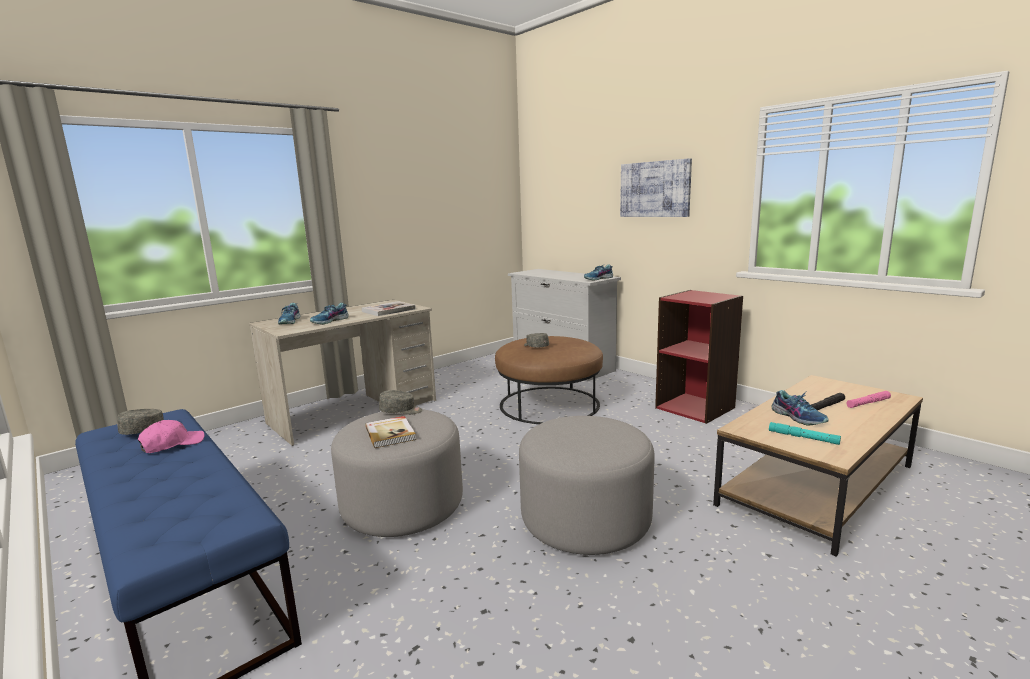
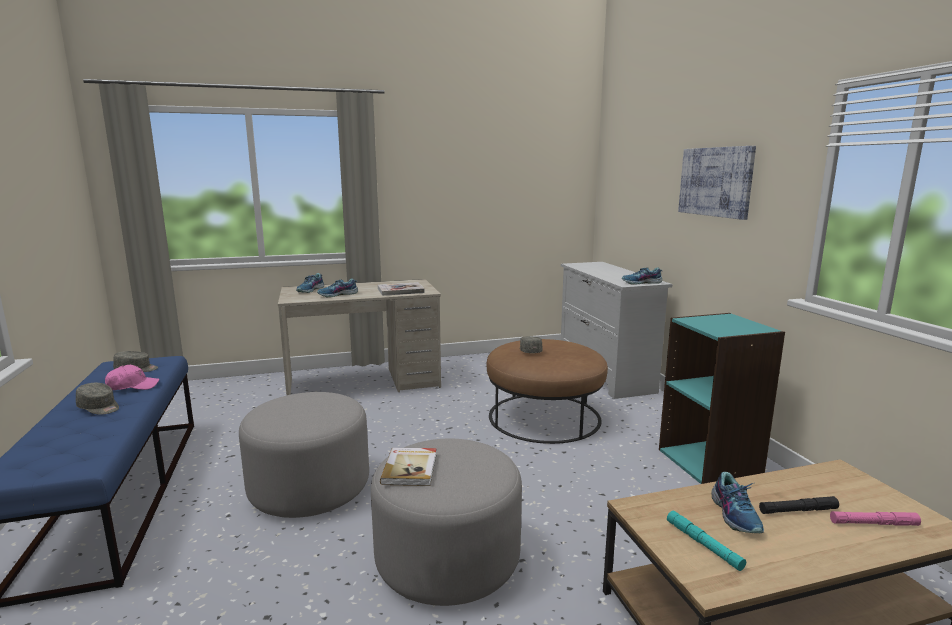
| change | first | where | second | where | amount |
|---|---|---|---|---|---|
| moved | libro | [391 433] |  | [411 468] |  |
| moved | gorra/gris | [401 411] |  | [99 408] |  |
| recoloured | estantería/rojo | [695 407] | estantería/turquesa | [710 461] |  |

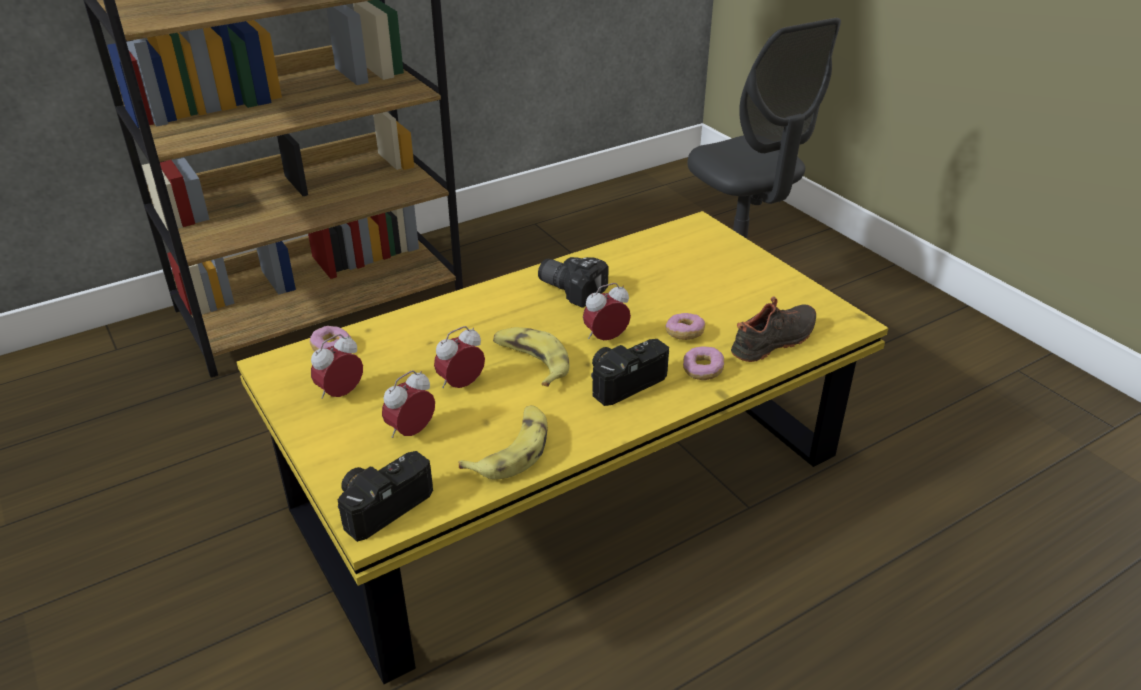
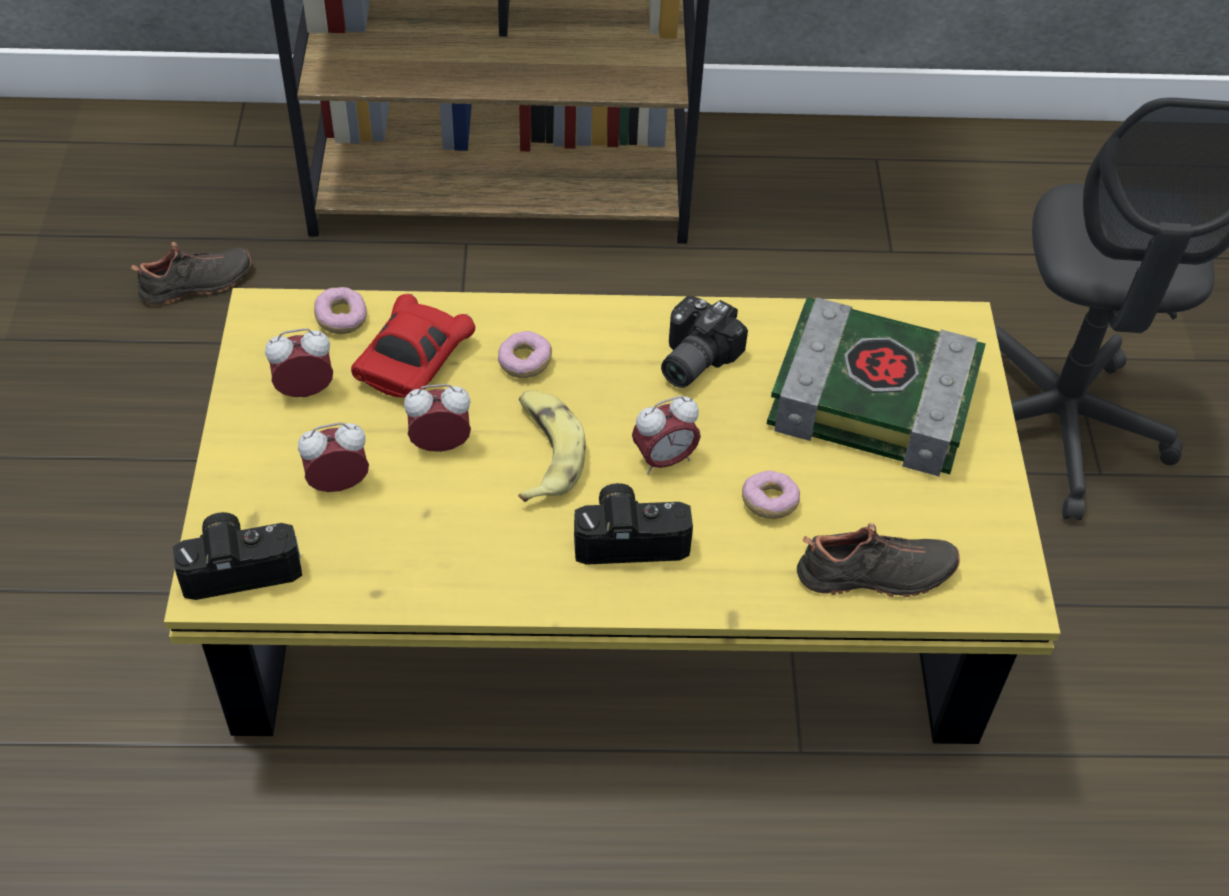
| change | first | where | second | where | amount |
|---|---|---|---|---|---|
| removed | plátano | [512 450] |  |  |  |
| added |  |  | zapato/negro | [197 285] |  |
| added |  |  | coche de juguete/rojo | [413 363] |  |
| added |  |  | libro | [876 398] |  |
| moved | rosquilla | [702 370] |  | [525 363] |  |
| turned | cámara | [573 288] |  | [691 359] | 120 degrees counterclockwise |
| turned | despertador | [606 338] |  | [664 460] | 150 degrees clockwise |

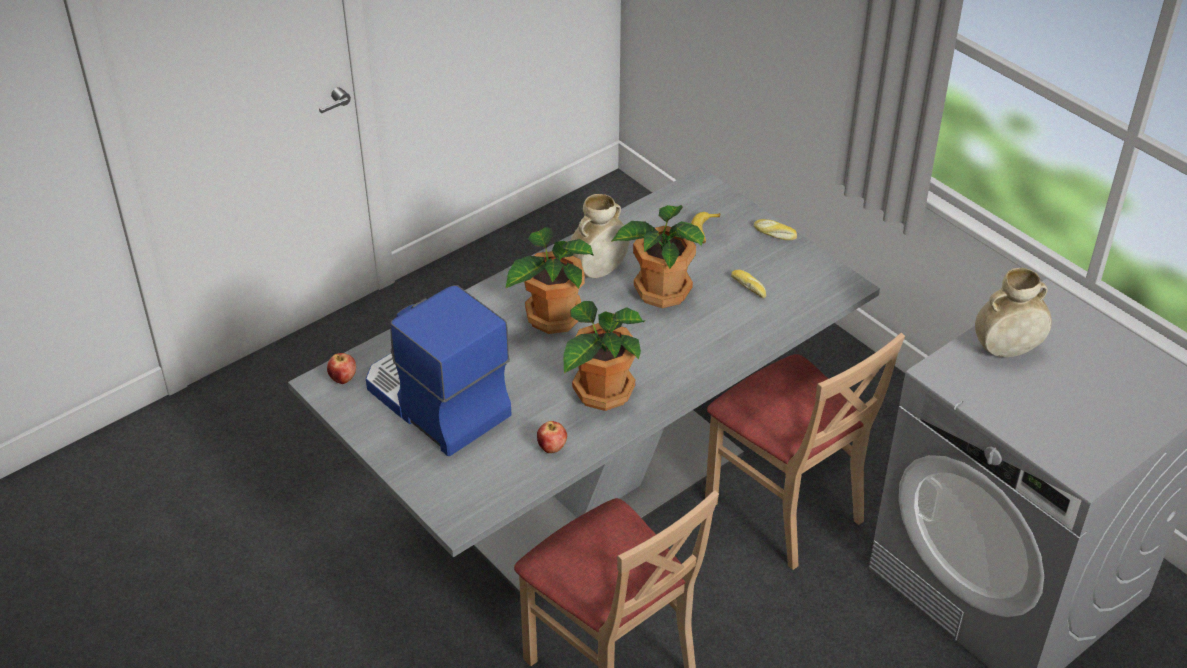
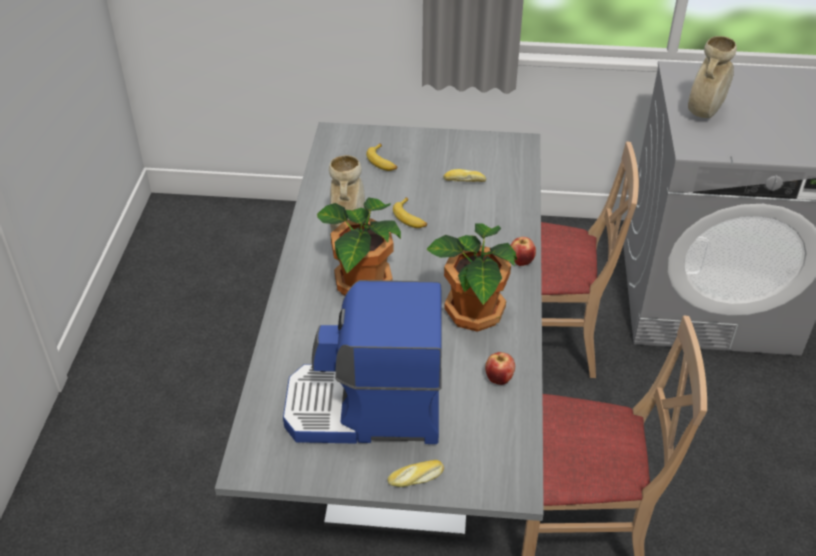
| change | first | where | second | where | amount |
|---|---|---|---|---|---|
| moved | manzana | [343 379] |  | [521 261] |  |
| moved | pan | [774 234] |  | [416 478] |  |
| replaced | planta en maceta | [660 290] | plátano | [411 218] |  |

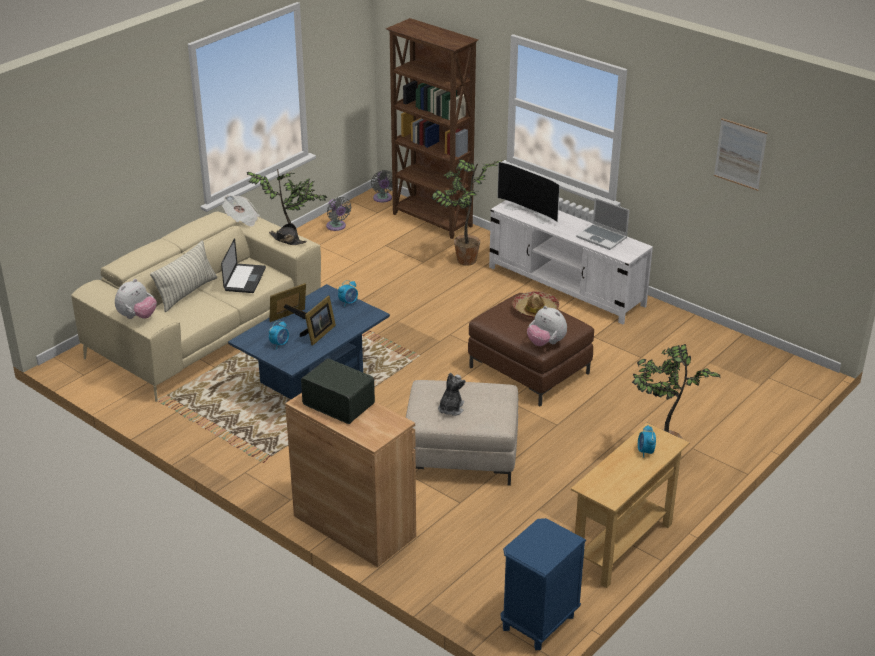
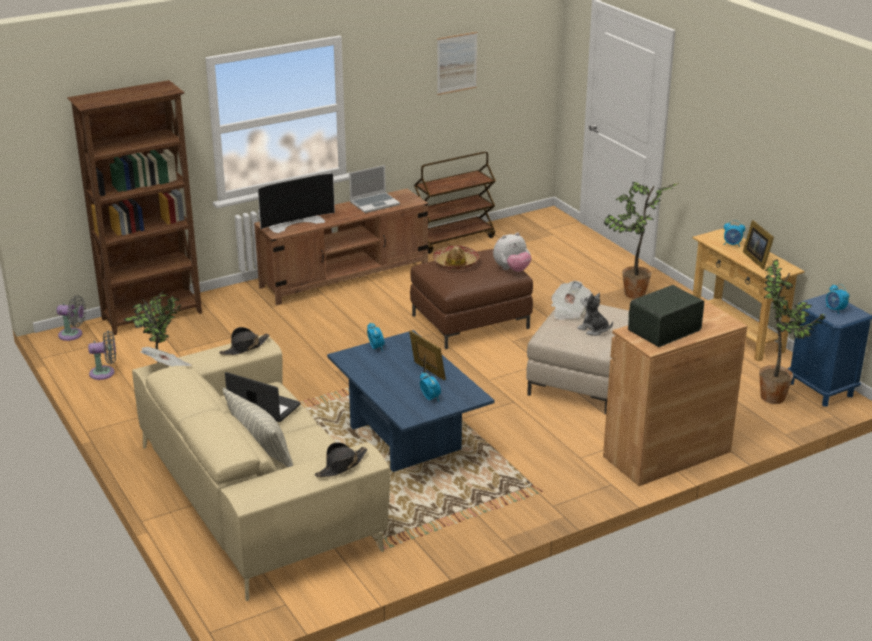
| change | first | where | second | where | amount |
|---|---|---|---|---|---|
| added |  |  | carrito/marrón | [454 239] |  |
| added |  |  | periódico | [569 311] |  |
| added |  |  | despertador | [835 310] |  |
| moved | portarretratos | [291 317] |  | [757 259] |  |
| moved | planta en maceta | [464 261] |  | [775 399] |  |
| replaced | peluche | [137 317] | sombrero/negro | [341 466] |  |
| recoloured | mueble de televisión/blanco | [566 286] | mueble de televisión/marrón | [345 276] |  |

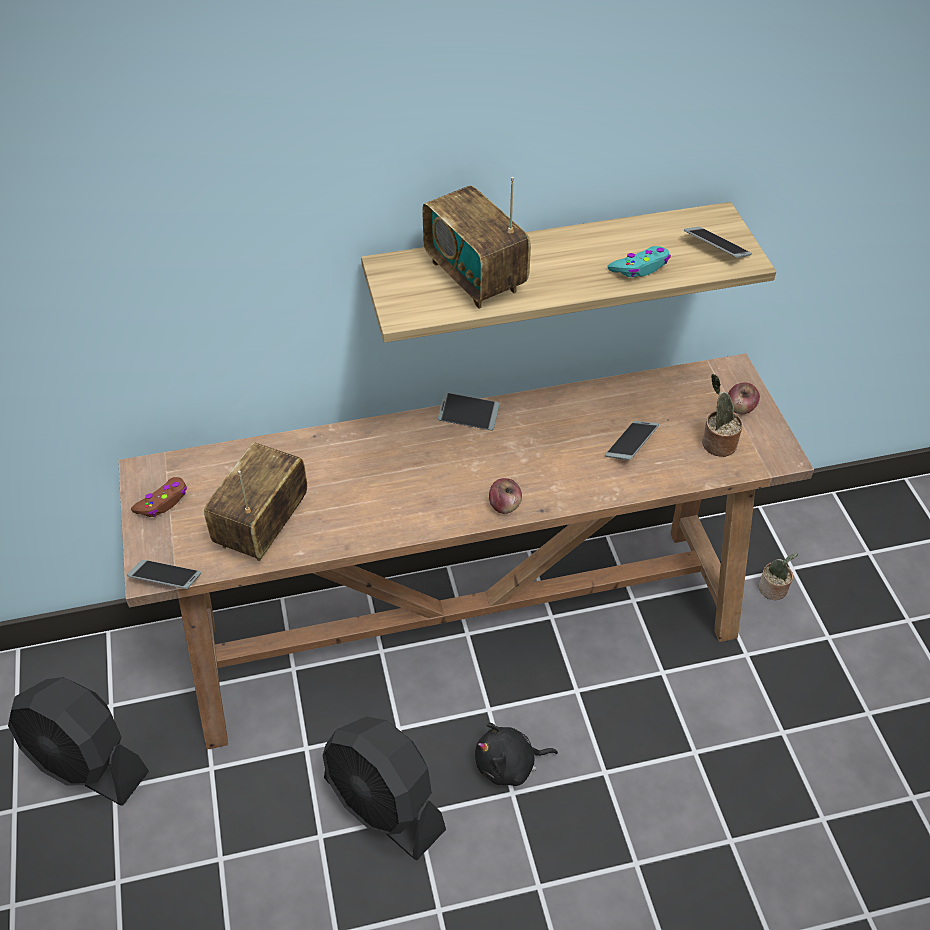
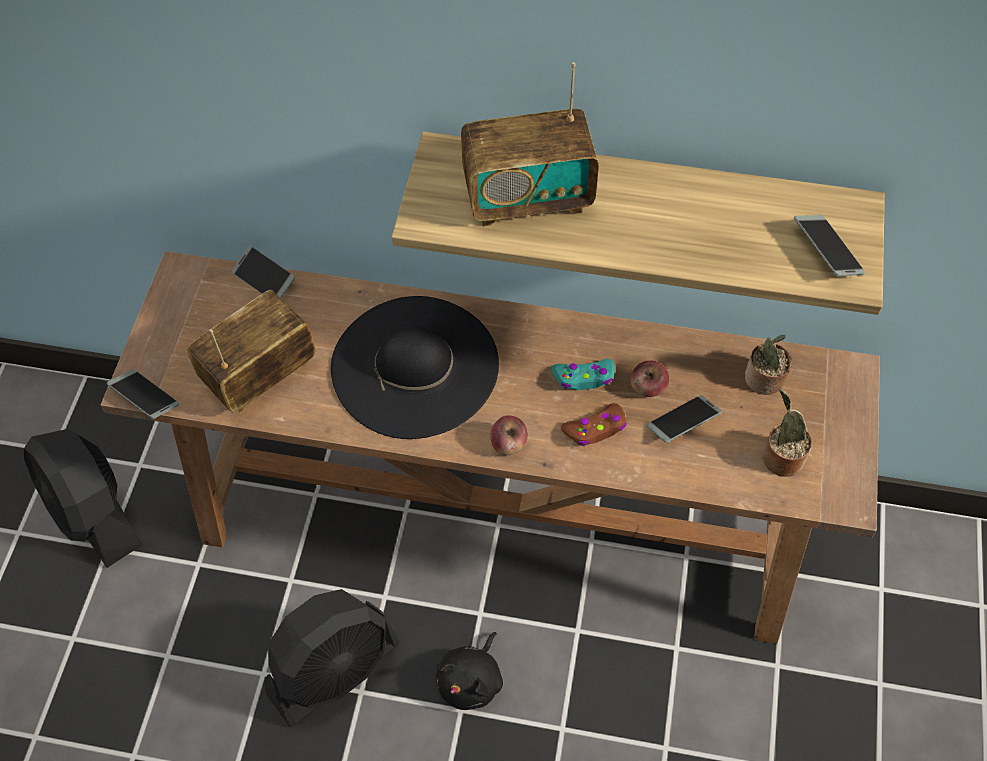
| change | first | where | second | where | amount |
|---|---|---|---|---|---|
| added |  |  | sombrero/negro | [415 366] |  |
| moved | mando de consola/marrón | [163 502] |  | [595 429] |  |
| moved | móvil | [468 416] |  | [264 279] |  |
| moved | mando de consola/turquesa | [640 268] |  | [584 378] |  |
| moved | manzana | [740 408] |  | [647 387] |  |
| moved | planta en maceta | [773 590] |  | [763 380] |  |
| turned | ventilador/negro | [384 805] |  | [334 669] | 105 degrees counterclockwise |
| turned | radio | [475 277] |  | [527 198] | 90 degrees counterclockwise |
| turned | peluche/negro | [509 765] |  | [472 680] | 75 degrees counterclockwise |

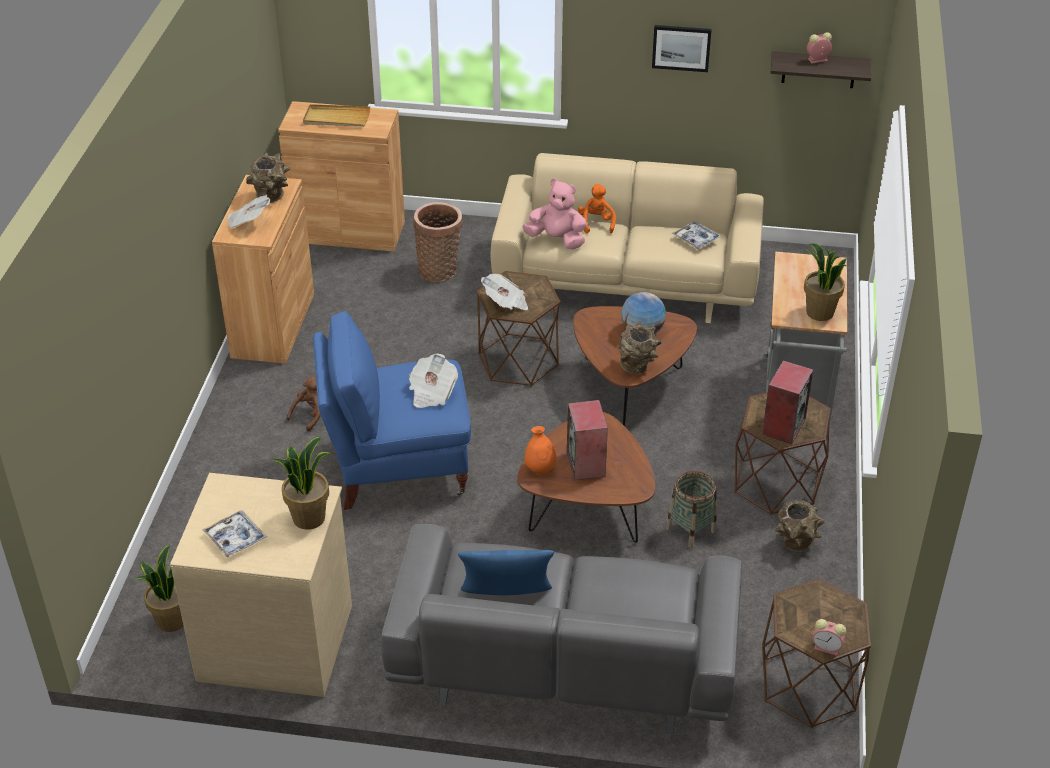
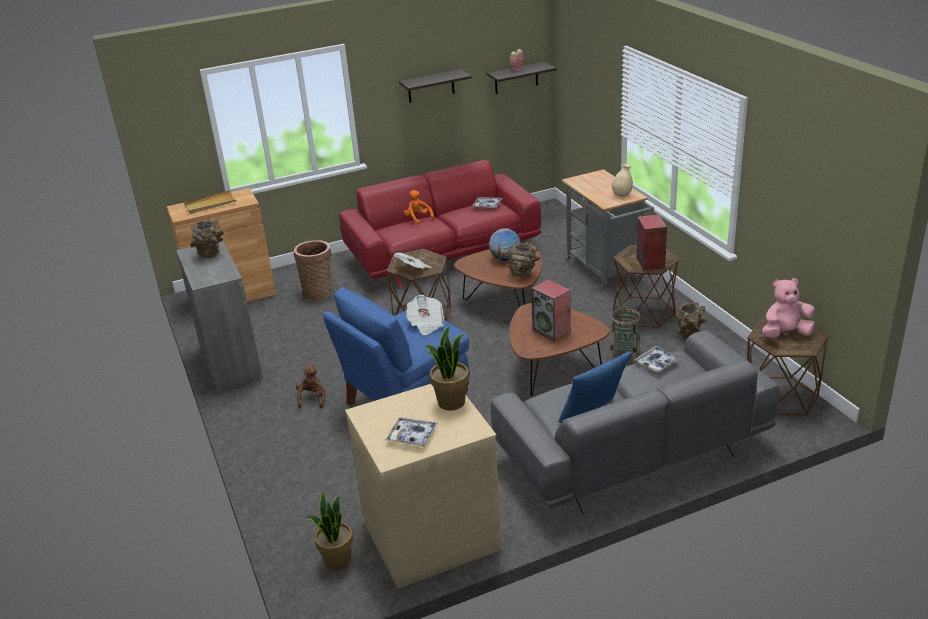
| change | first | where | second | where | amount |
|---|---|---|---|---|---|
| removed | periódico | [248 222] |  |  |  |
| removed | florero/naranja | [540 469] |  |  |  |
| removed | despertador | [827 648] |  |  |  |
| added |  |  | bandeja | [657 363] |  |
| moved | peluche/rosa | [557 240] |  | [785 334] |  |
| replaced | cuadro | [681 47] | estante | [431 86] |  |
| replaced | planta en maceta | [819 313] | florero/beis | [622 195] |  |
| recoloured | armario/marrón | [273 325] | armario/gris | [230 362] |  |
| recoloured | sofá/beis | [627 278] | sofá/rojo | [443 254] |  |

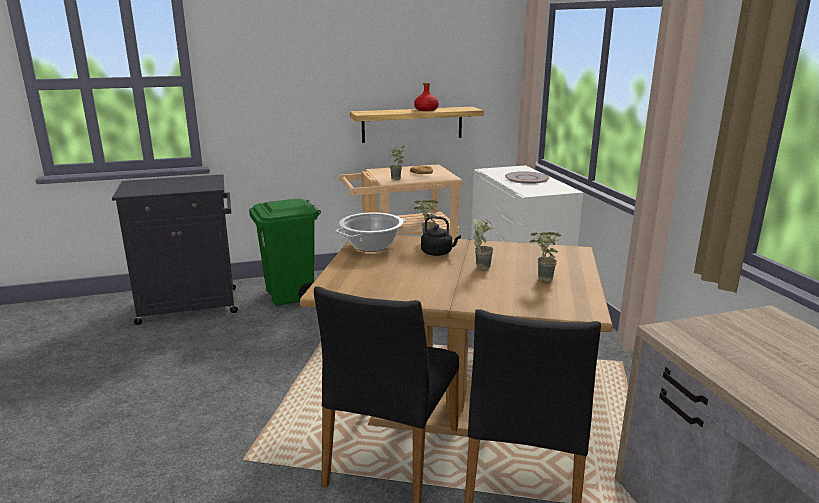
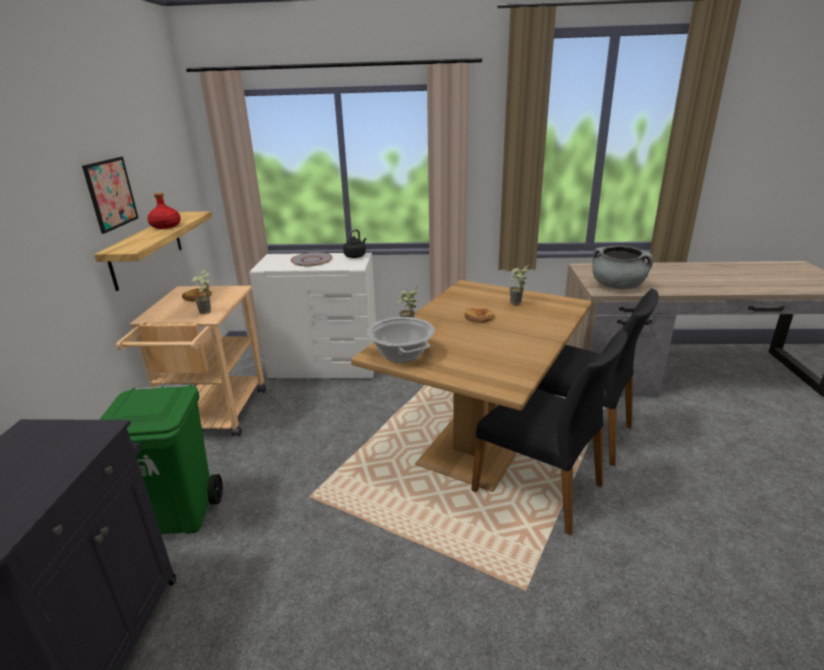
| change | first | where | second | where | amount |
|---|---|---|---|---|---|
| added |  |  | cuadro | [111 194] |  |
| added |  |  | olla/gris | [617 286] |  |
| moved | hervidor/negro | [438 253] |  | [356 256] |  |
| replaced | planta en maceta | [481 265] | pan | [479 317] |  |

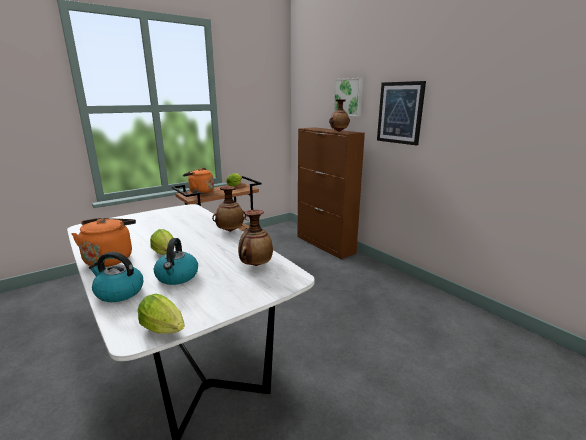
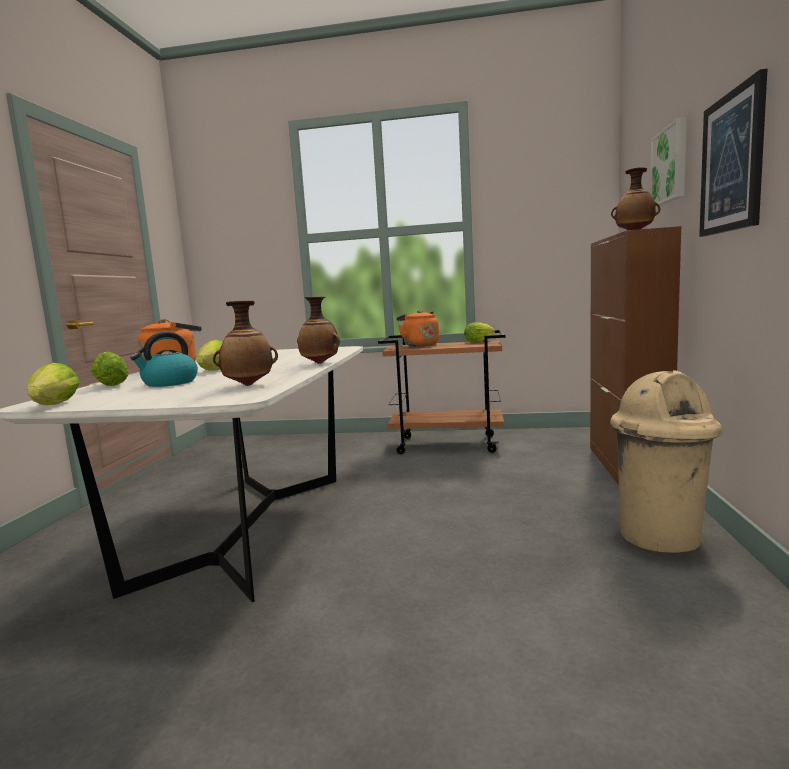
| change | first | where | second | where | amount |
|---|---|---|---|---|---|
| added |  |  | papelera/beis | [660 537] |  |
| replaced | hervidor | [119 292] | lechuga | [111 385] |  |

